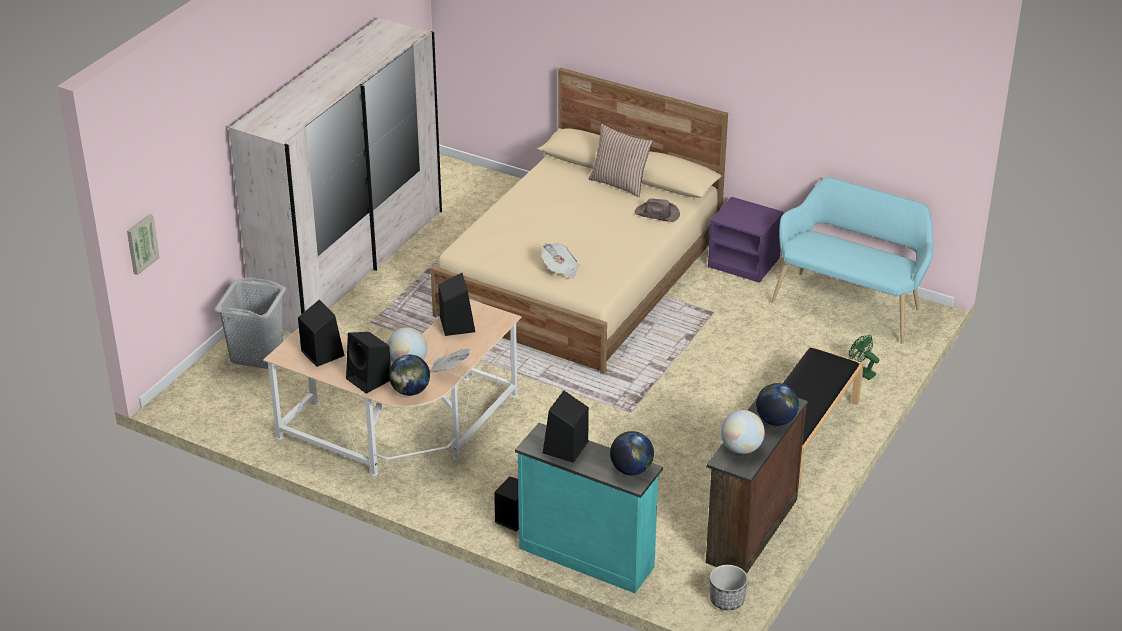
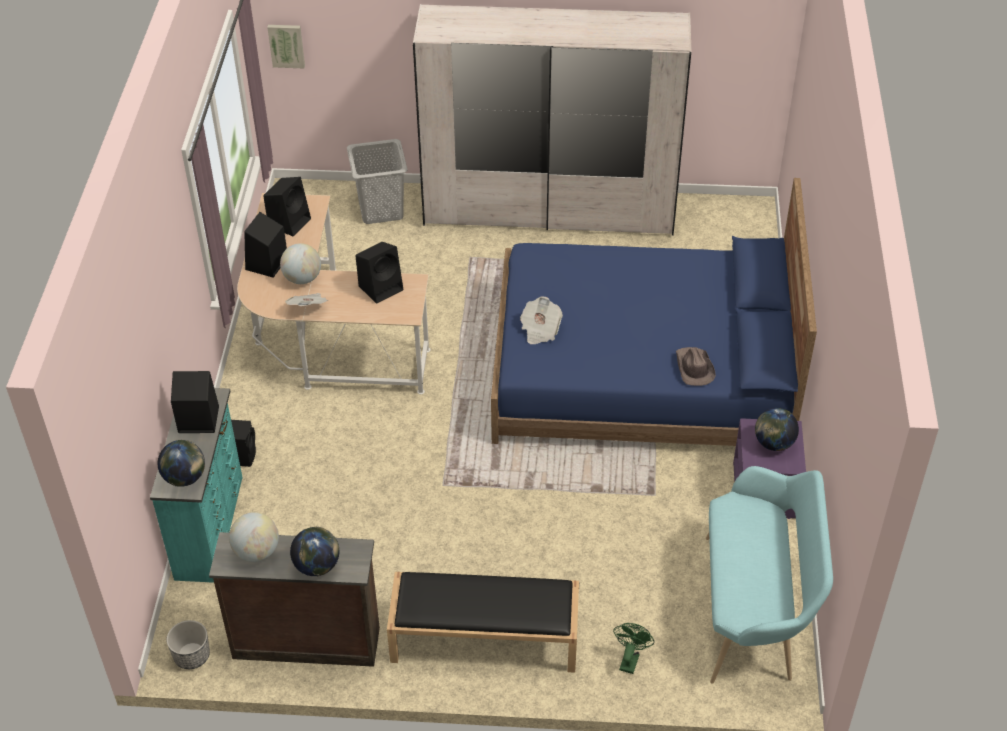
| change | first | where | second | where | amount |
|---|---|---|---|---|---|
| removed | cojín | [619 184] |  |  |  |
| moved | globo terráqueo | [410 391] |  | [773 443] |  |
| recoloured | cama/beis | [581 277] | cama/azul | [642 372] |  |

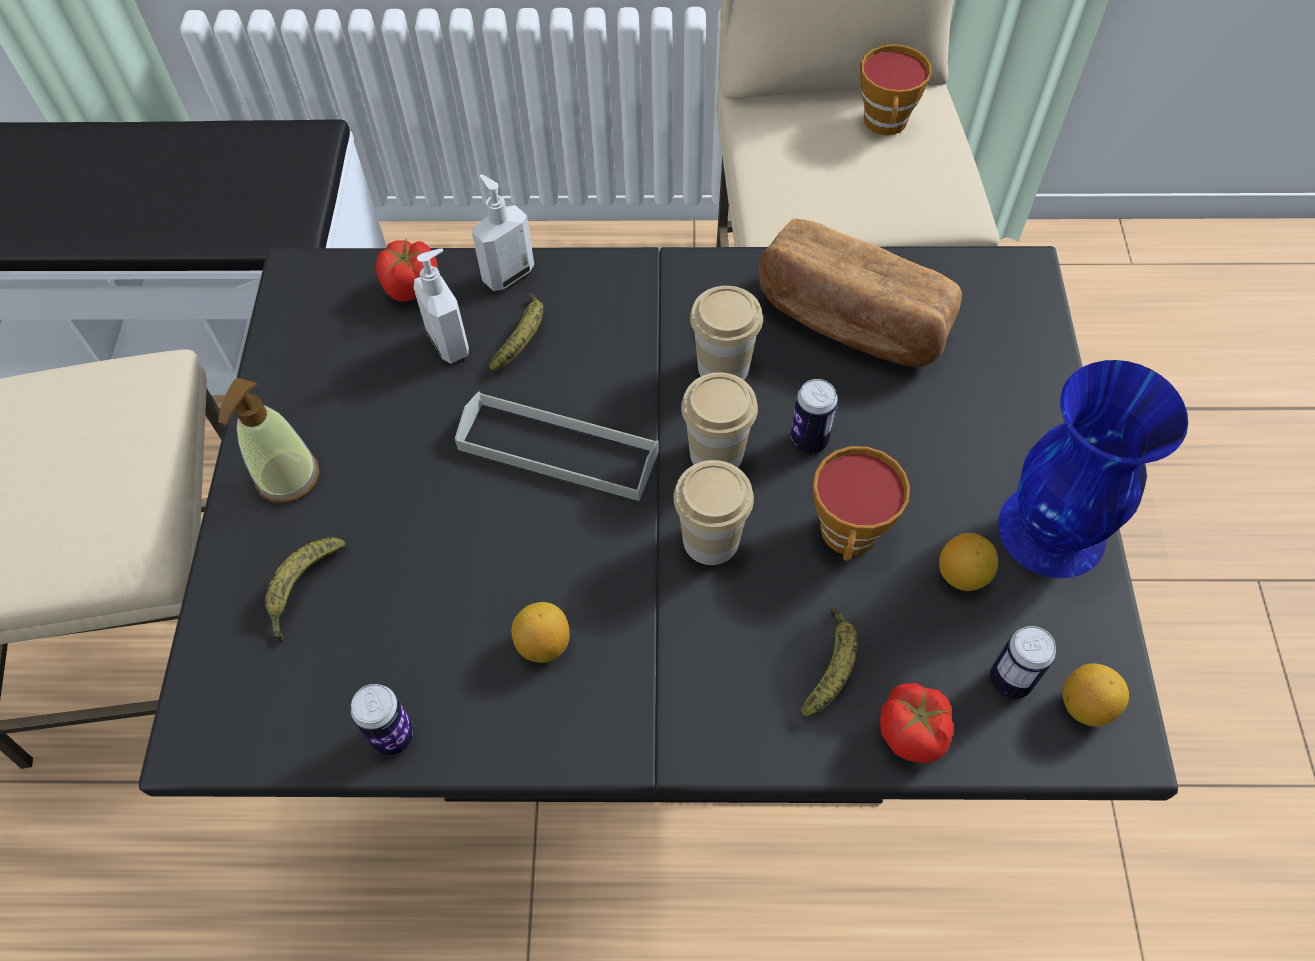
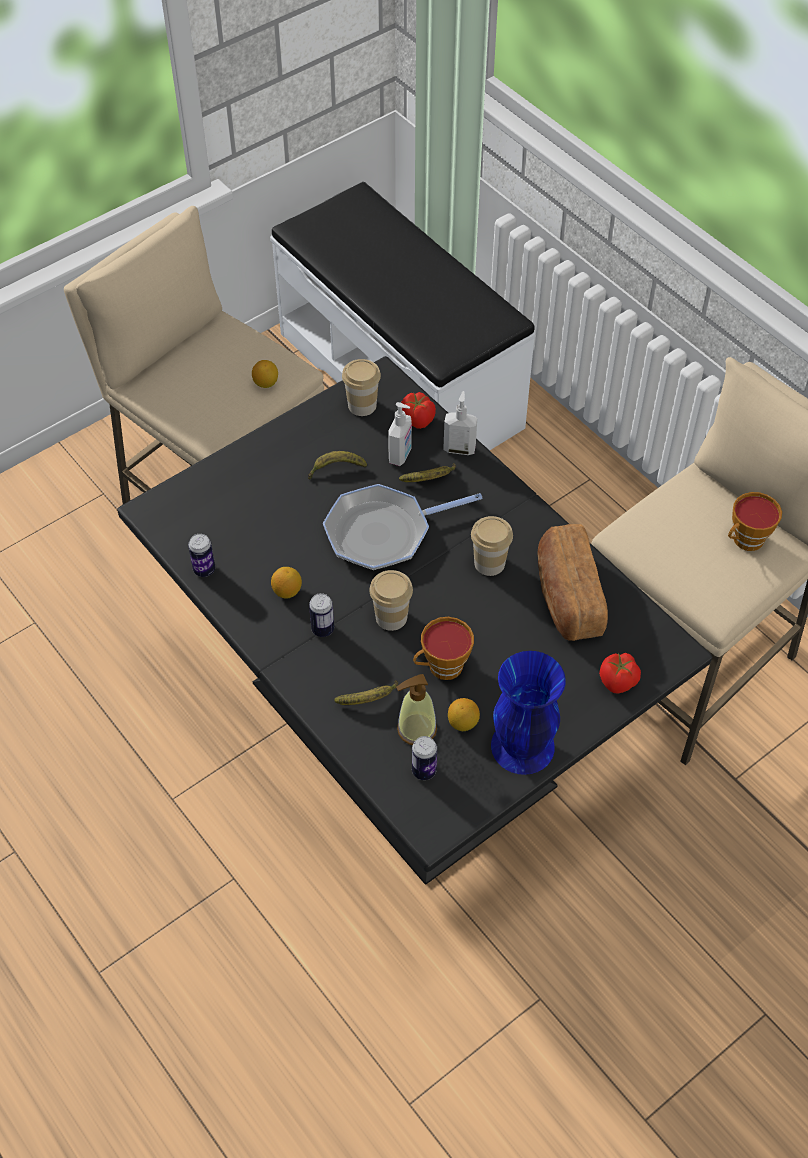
| change | first | where | second | where | amount |
|---|---|---|---|---|---|
| moved | dispensador de jabón | [287 477] |  | [416 729] |  |
| moved | plátano | [303 589] |  | [336 469] |  |
| moved | taza | [716 453] |  | [362 405] |  |
| moved | lata | [809 440] |  | [323 629] |  |
| moved | tomate | [911 732] |  | [618 681] |  |
| moved | limón | [1085 705] |  | [266 383] |  |
| replaced | bandeja/gris | [558 450] | sartén | [383 532] |  |

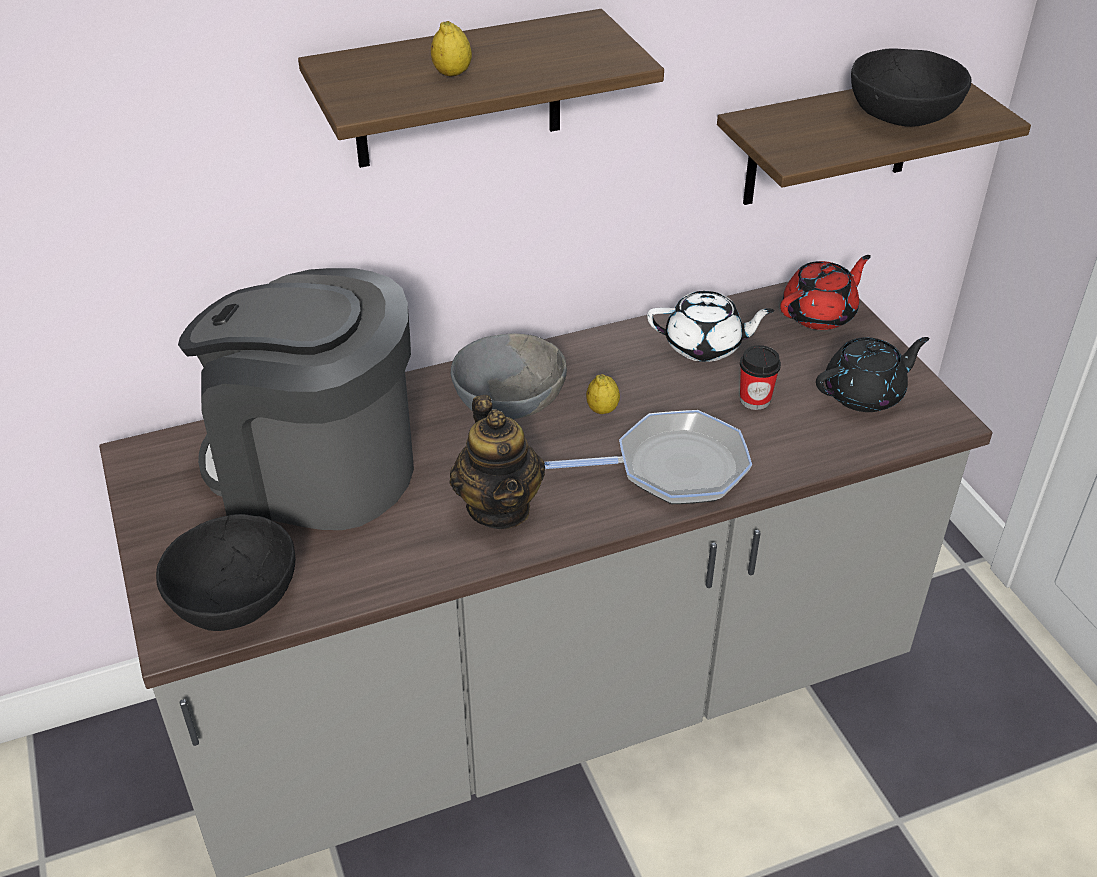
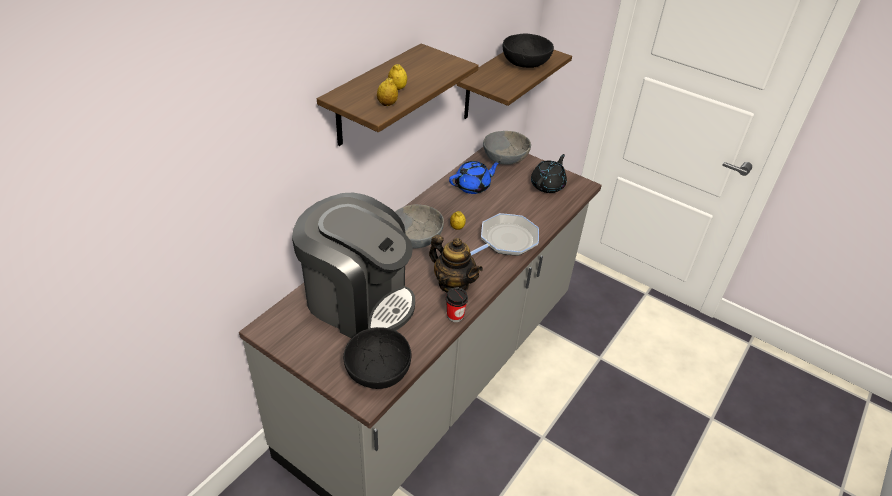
| change | first | where | second | where | amount |
|---|---|---|---|---|---|
| added |  |  | limón | [387 104] |  |
| moved | taza | [755 400] |  | [455 316] |  |
| replaced | tetera/rojo | [820 314] | cuenco/gris | [504 158] |  |
| recoloured | tetera/blanco | [705 346] | tetera/azul | [473 186] |  |
| turned | cafetera | [315 468] |  | [358 300] | 135 degrees counterclockwise |

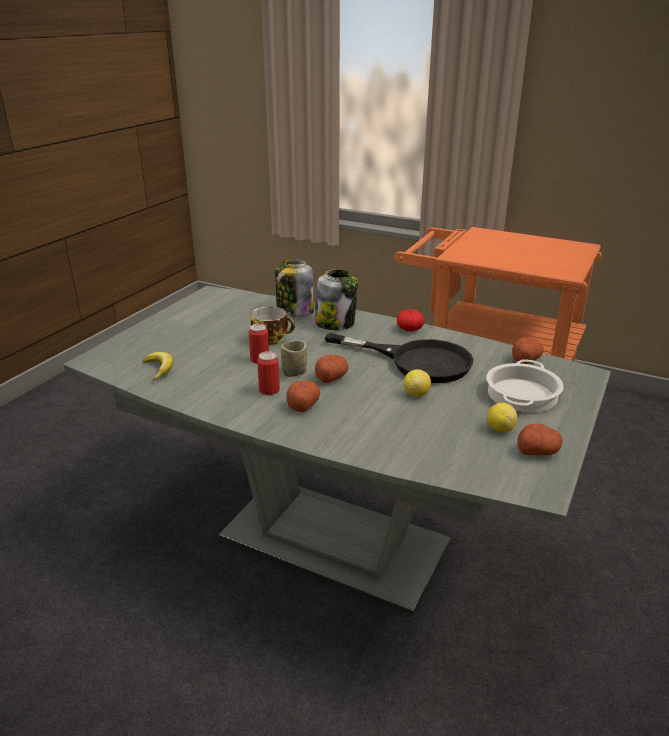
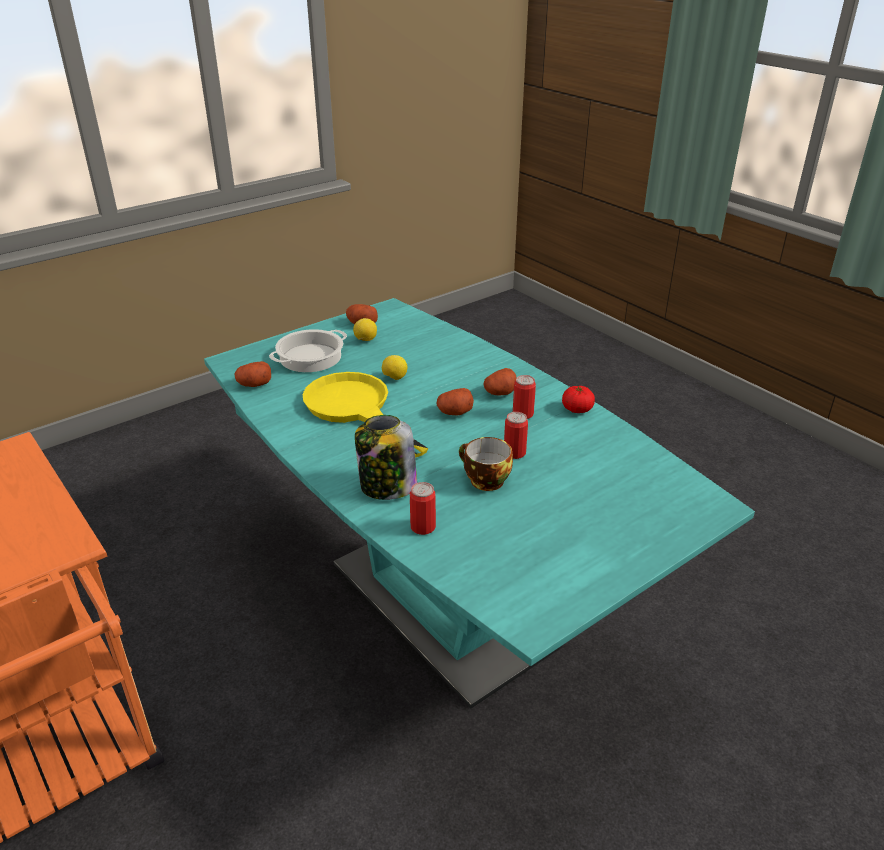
| change | first | where | second | where | amount |
|---|---|---|---|---|---|
| removed | plátano | [159 369] |  |  |  |
| removed | taza | [294 372] |  |  |  |
| moved | tomate | [409 329] |  | [577 409] |  |
| replaced | tarro | [294 311] | lata | [423 527] |  |
| recoloured | mesa de comedor/gris | [334 540] | mesa de comedor/turquesa | [441 604] |  |
| recoloured | sartén/negro | [416 361] | sartén/amarillo | [355 408] |  |

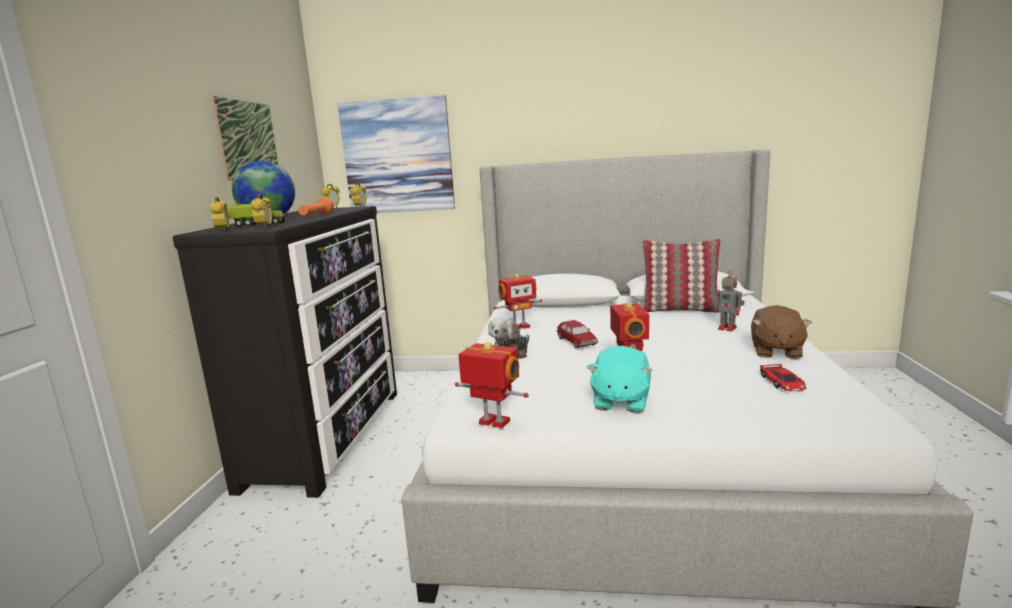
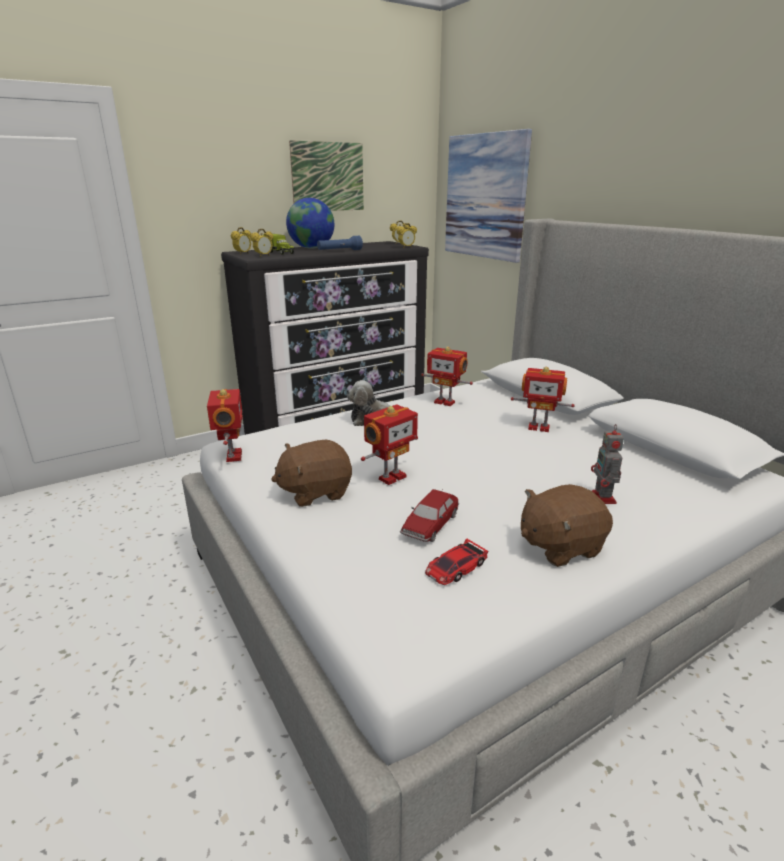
| change | first | where | second | where | amount |
|---|---|---|---|---|---|
| removed | cojín | [680 309] |  |  |  |
| added |  |  | robot de juguete | [538 427] |  |
| moved | coche de juguete | [577 342] |  | [430 525] |  |
| recoloured | linterna/naranja | [316 216] | linterna/azul | [339 251] |  |
| recoloured | peluche/turquesa | [620 402] | peluche/marrón | [315 492] |  |

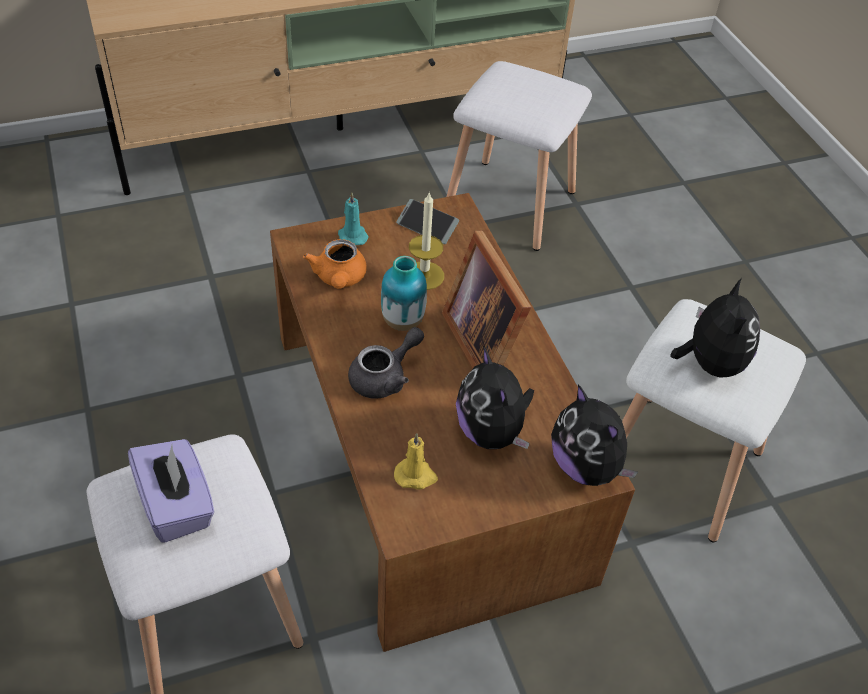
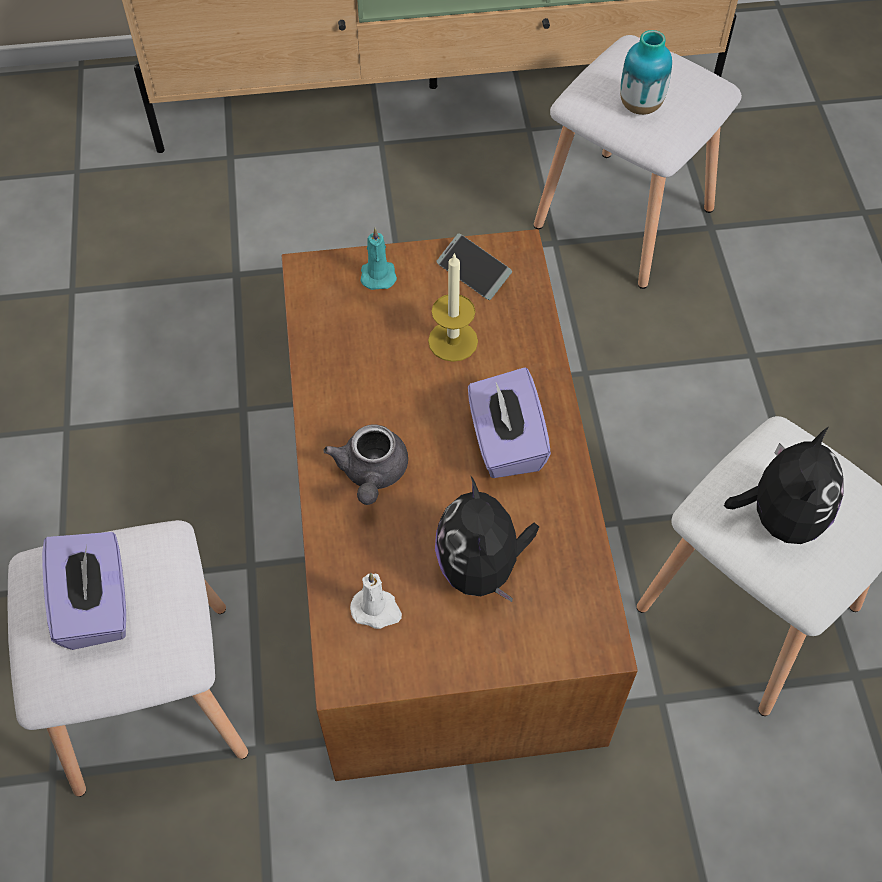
| change | first | where | second | where | amount |
|---|---|---|---|---|---|
| removed | tetera/naranja | [339 279] |  |  |  |
| removed | peluche | [586 466] |  |  |  |
| moved | florero | [402 321] |  | [640 106] |  |
| replaced | portarretratos | [485 341] | caja de pañuelos/morado | [505 442] |  |
| recoloured | vela/amarillo | [416 476] | vela/blanco | [377 610] |  |
| turned | tetera/gris | [385 377] |  | [371 474] | 120 degrees clockwise |

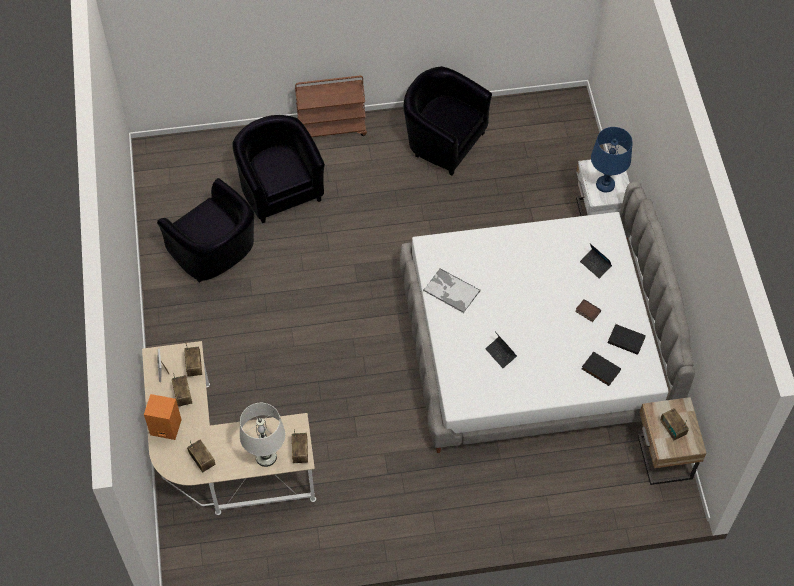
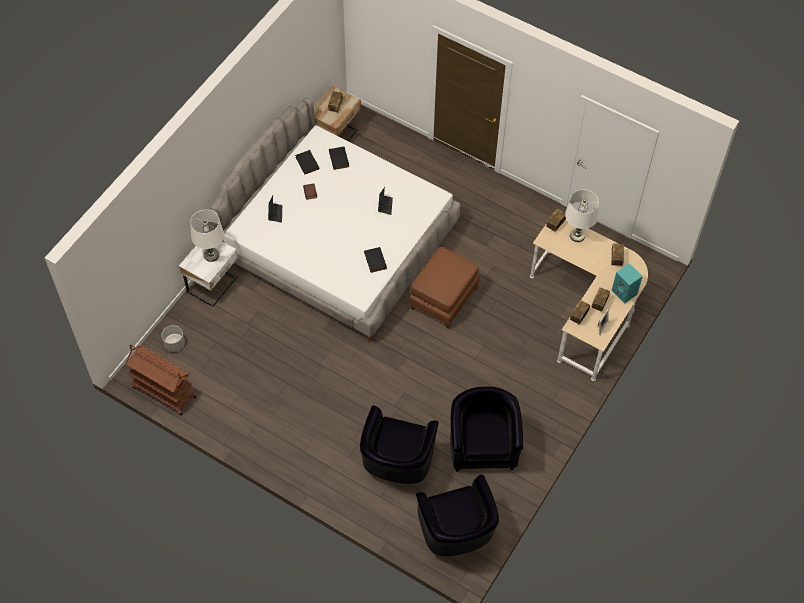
| change | first | where | second | where | amount |
|---|---|---|---|---|---|
| added |  |  | maceta/gris | [174 344] |  |
| added |  |  | puf/marrón | [443 297] |  |
| moved | carrito/marrón | [331 128] |  | [163 392] |  |
| moved | sillón/negro | [442 141] |  | [456 533] |  |
| replaced | bandeja | [451 291] | libro/negro | [376 260] |  |
| recoloured | altavoz/naranja | [165 427] | altavoz/turquesa | [625 292] |  |
| recoloured | lámpara de mesa/azul | [605 184] | lámpara de mesa/blanco | [211 255] |  |

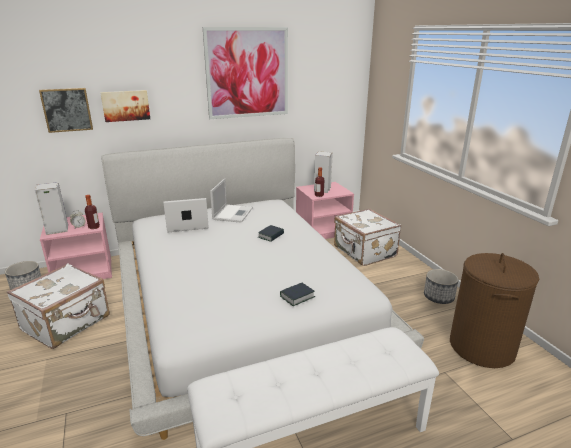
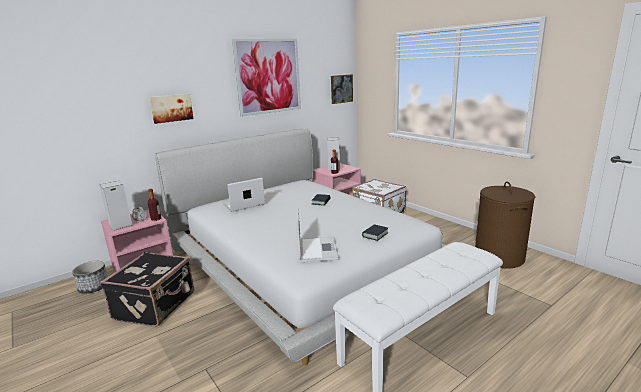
| change | first | where | second | where | amount |
|---|---|---|---|---|---|
| removed | maceta | [439 297] |  |  |  |
| moved | cuadro | [67 110] |  | [341 89] |  |
| moved | portátil | [233 213] |  | [316 249] |  |
| recoloured | maleta/blanco | [67 323] | maleta/negro | [156 306] |  |

